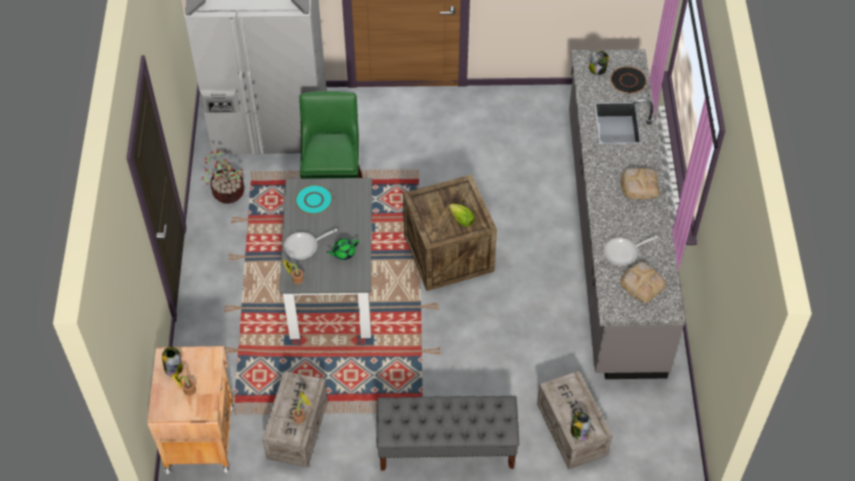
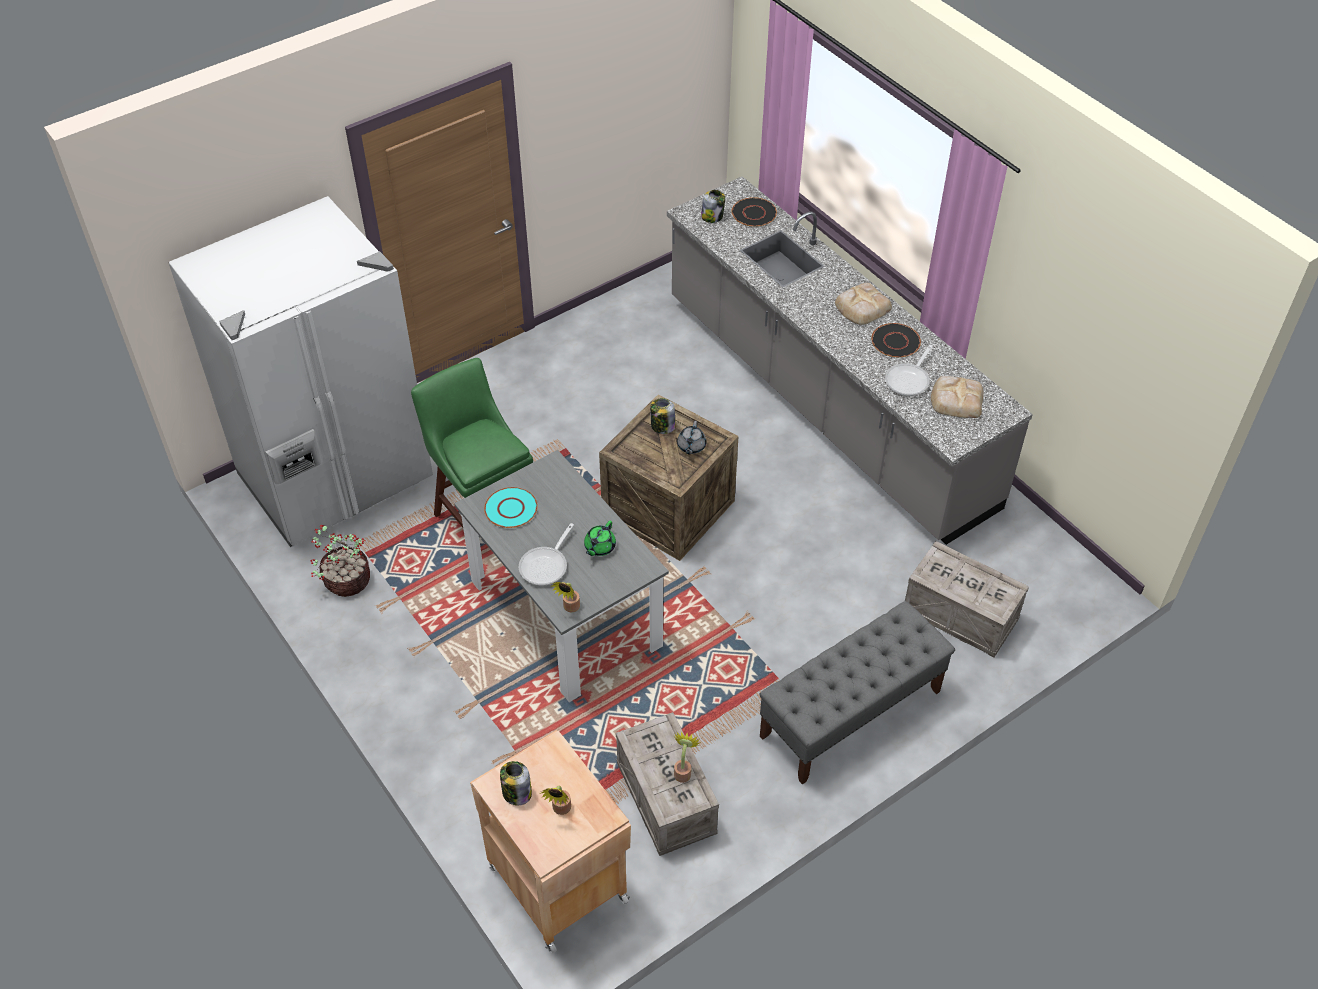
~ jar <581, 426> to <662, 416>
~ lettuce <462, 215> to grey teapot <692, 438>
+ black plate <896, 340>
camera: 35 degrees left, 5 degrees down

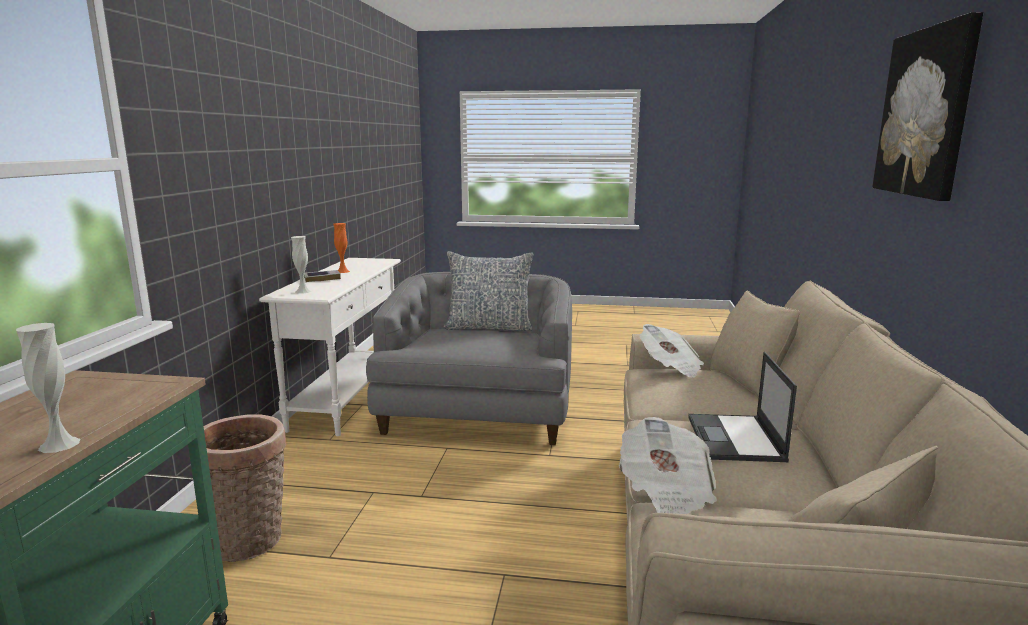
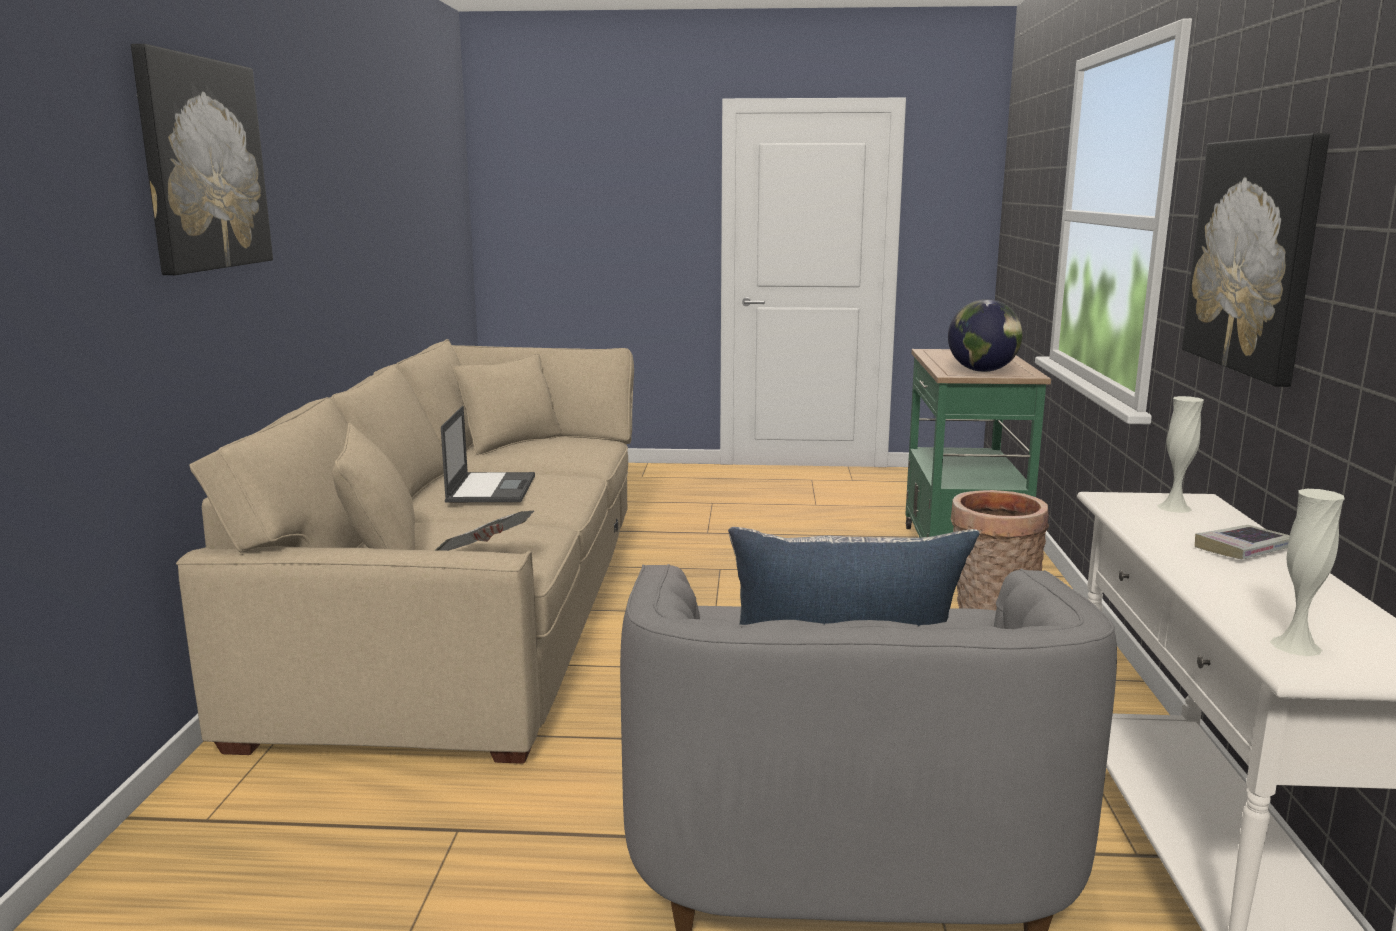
+ globe <985, 335>
+ picture <1256, 260>
~ white vase <48, 388> to <1307, 572>
- orange vase <341, 248>
- newspaper <668, 465>
camera: 175 degrees right, 0 degrees up

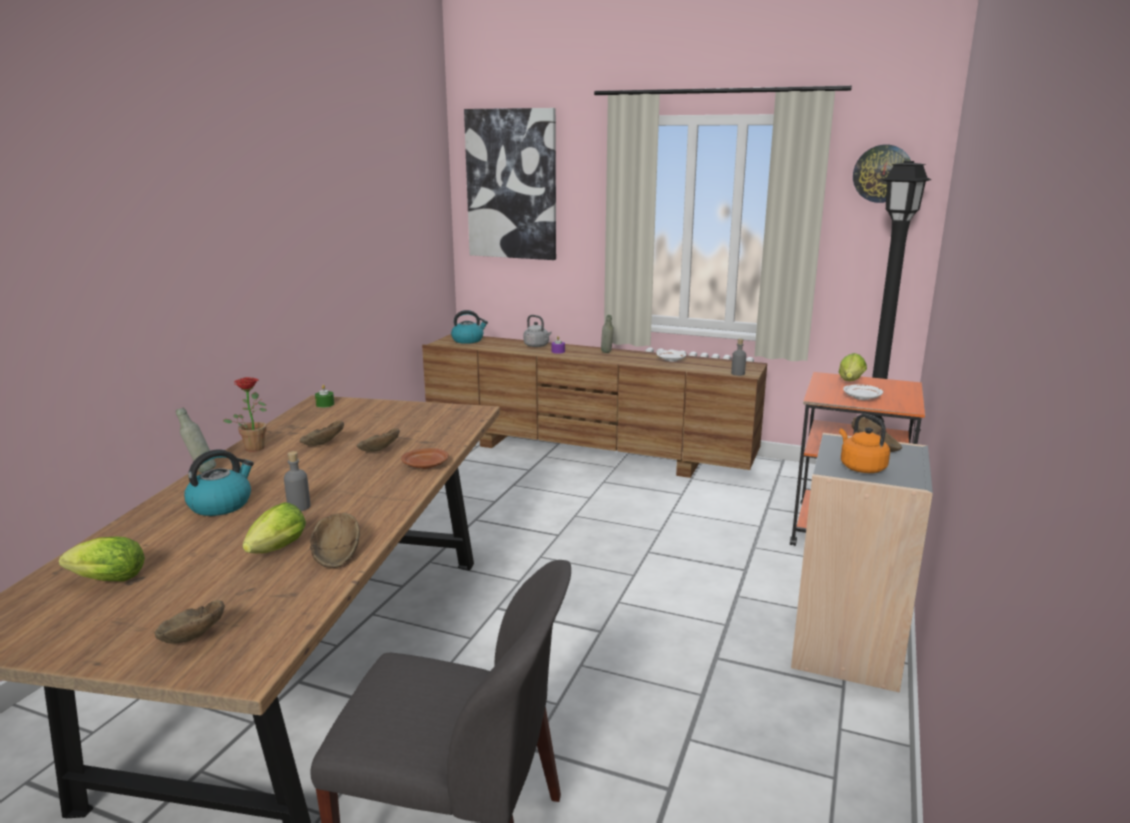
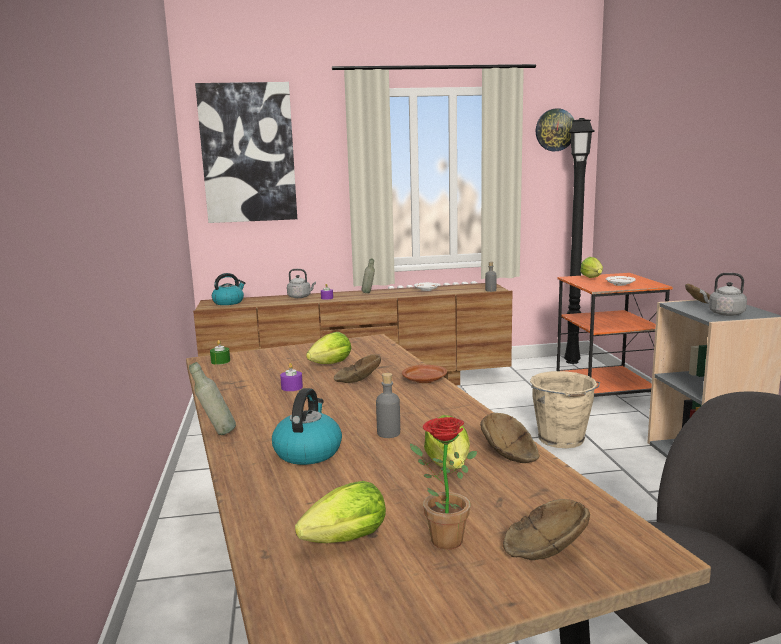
~ brown bowl <321, 433> to purple candle <291, 377>
+ lettuce <328, 348>
~ potted plant <245, 414> to <443, 483>
+ beige bucket <565, 409>
~ orange kettle <864, 443> to grey kettle <723, 294>
camera: 30 degrees left, 5 degrees down

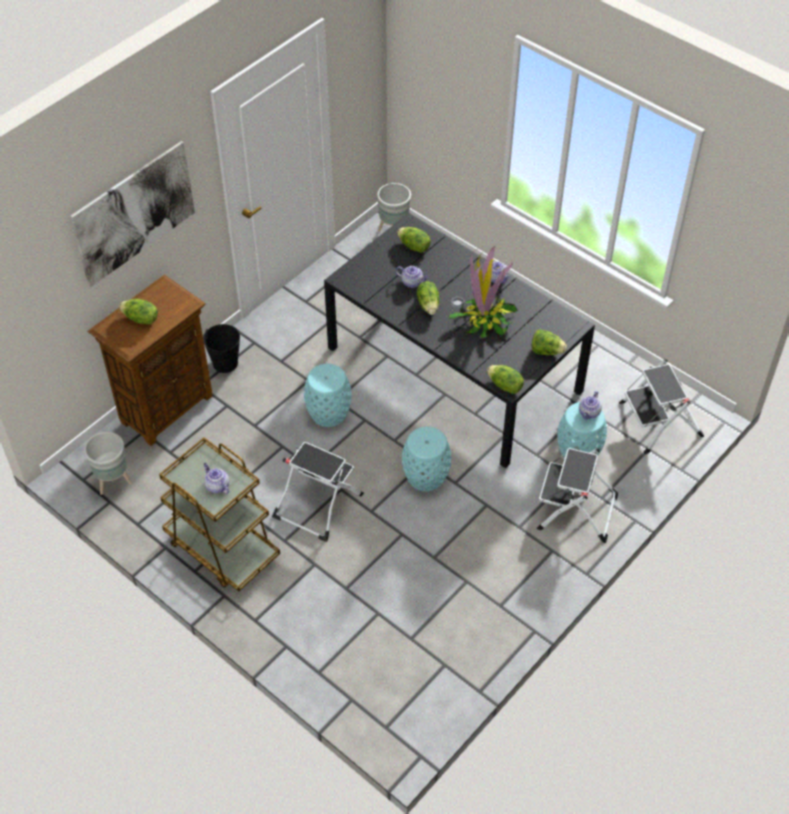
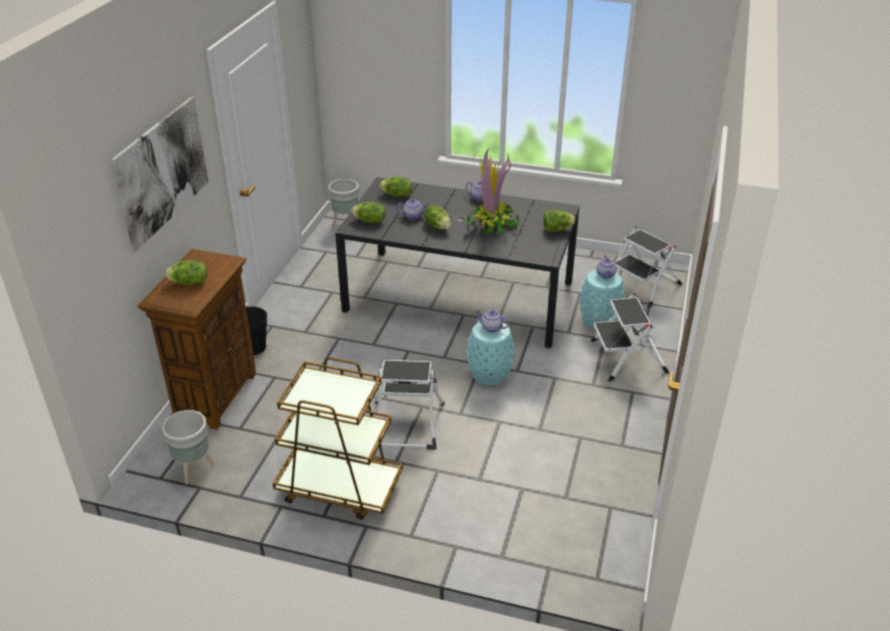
~ lettuce <505, 379> to <368, 212>
~ teapot <216, 478> to <492, 321>
- turquoise stool <328, 395>
camera: 25 degrees left, 15 degrees down

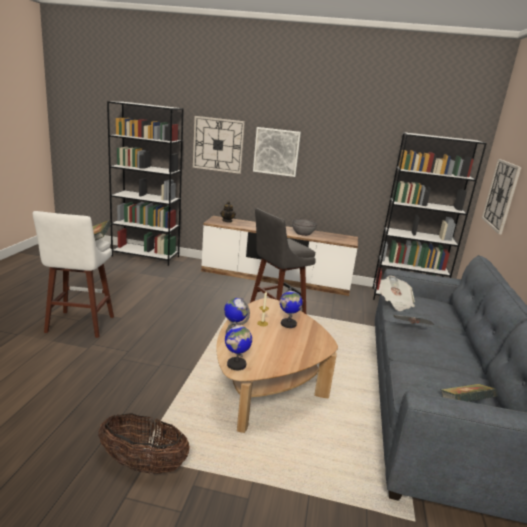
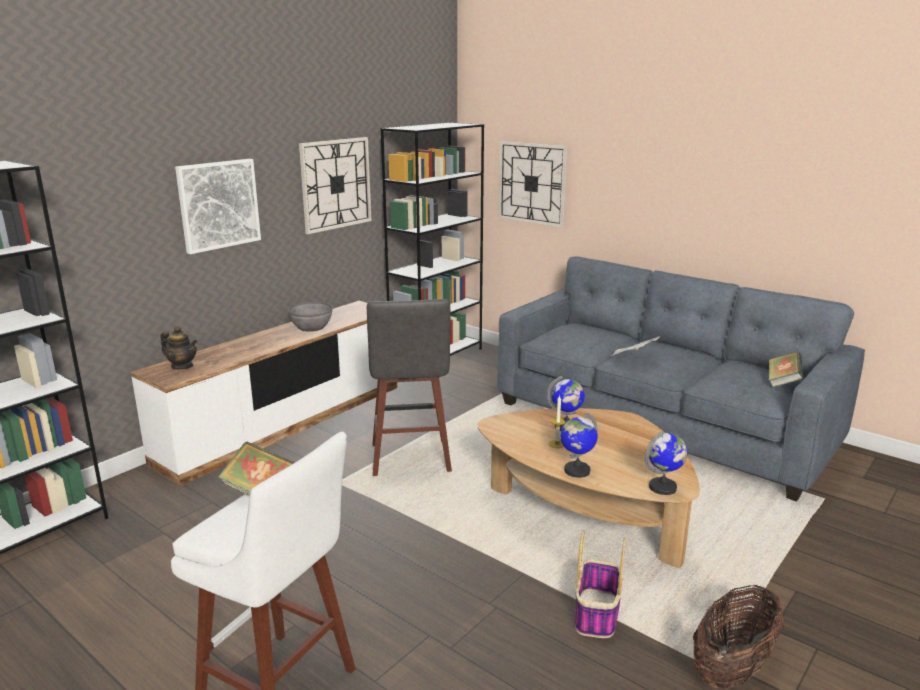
~ wall clock <219, 145> to <335, 185>
+ basket <600, 584>
- newspaper <397, 293>
camera: 60 degrees left, 0 degrees up

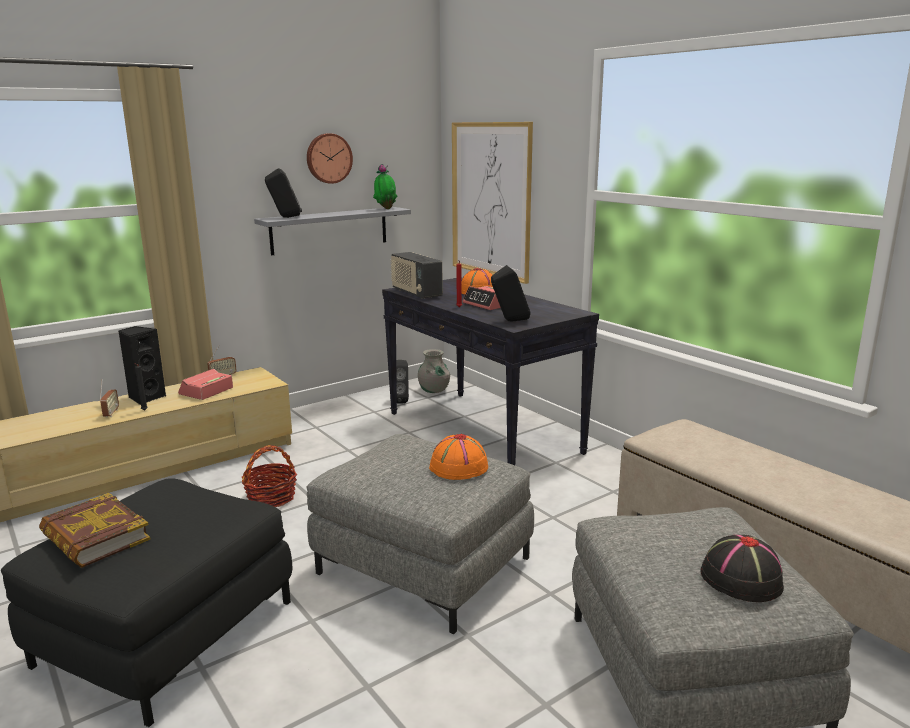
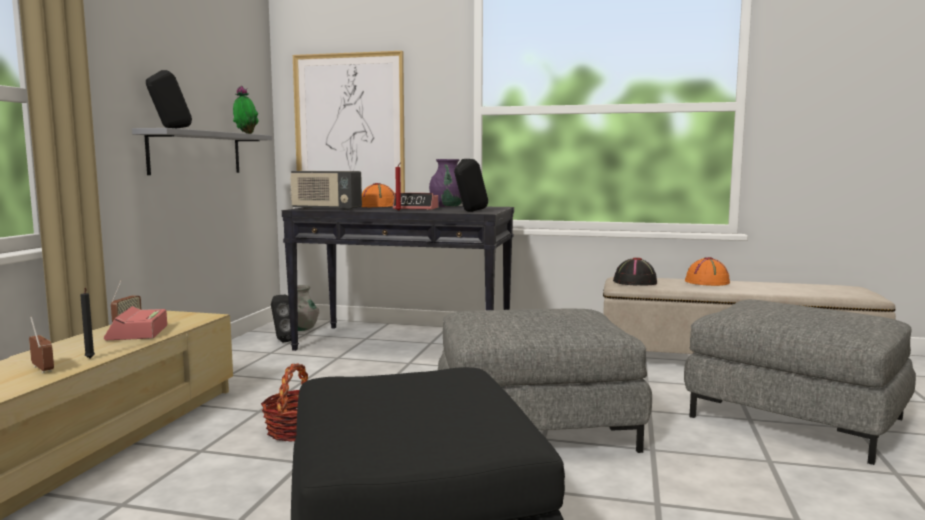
+ purple vase <445, 183>
~ black hat <742, 568> to <635, 272>
~ orange hat <458, 457> to <707, 271>
- book <94, 530>
- black speaker <142, 365>
- wall clock <330, 158>
camera: 40 degrees left, 10 degrees down

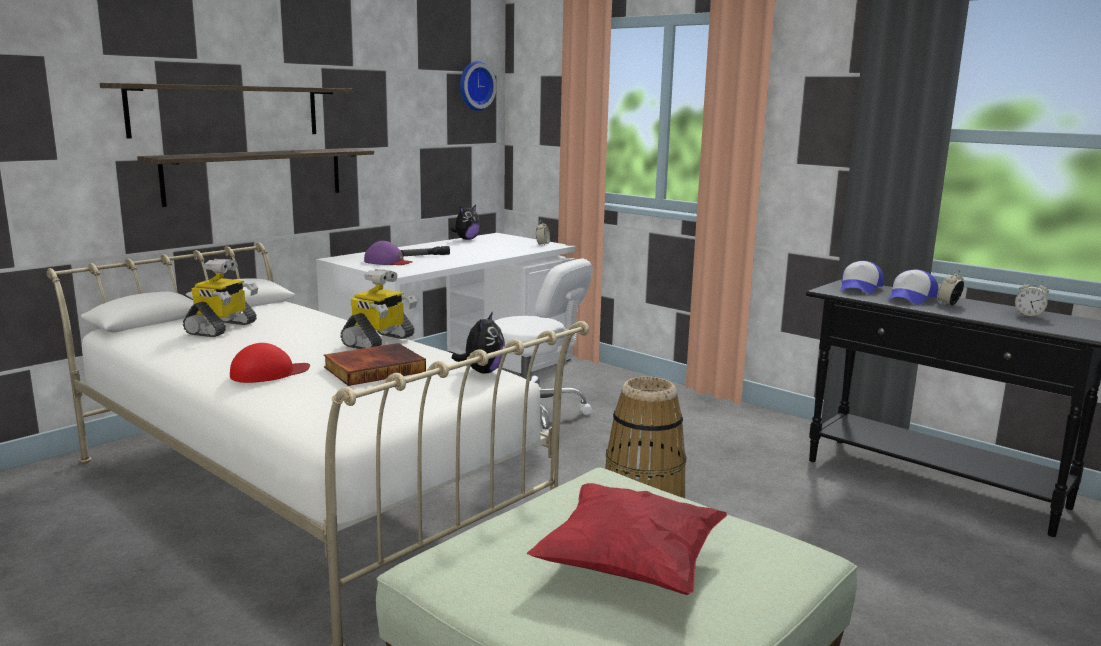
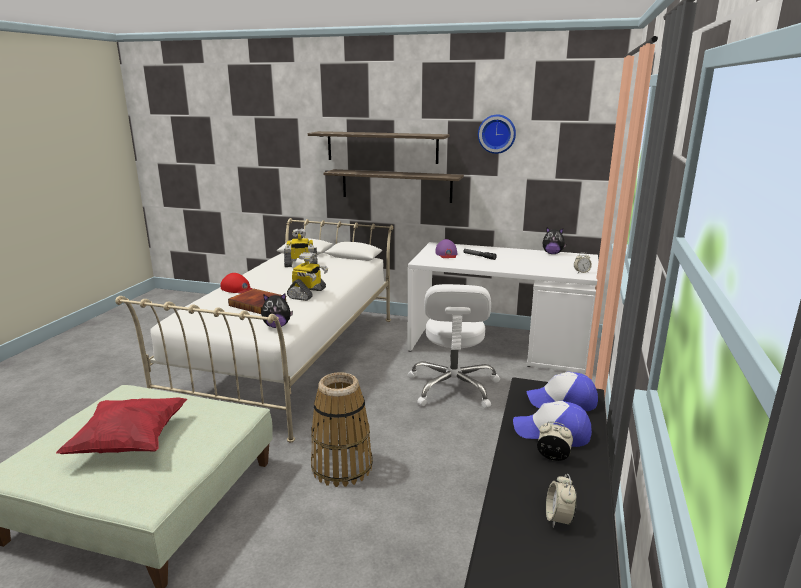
~ toy robot <378, 309> = <307, 276> 75 degrees counterclockwise
~ wall clock <478, 86> to <497, 134>
camera: 65 degrees right, 5 degrees up

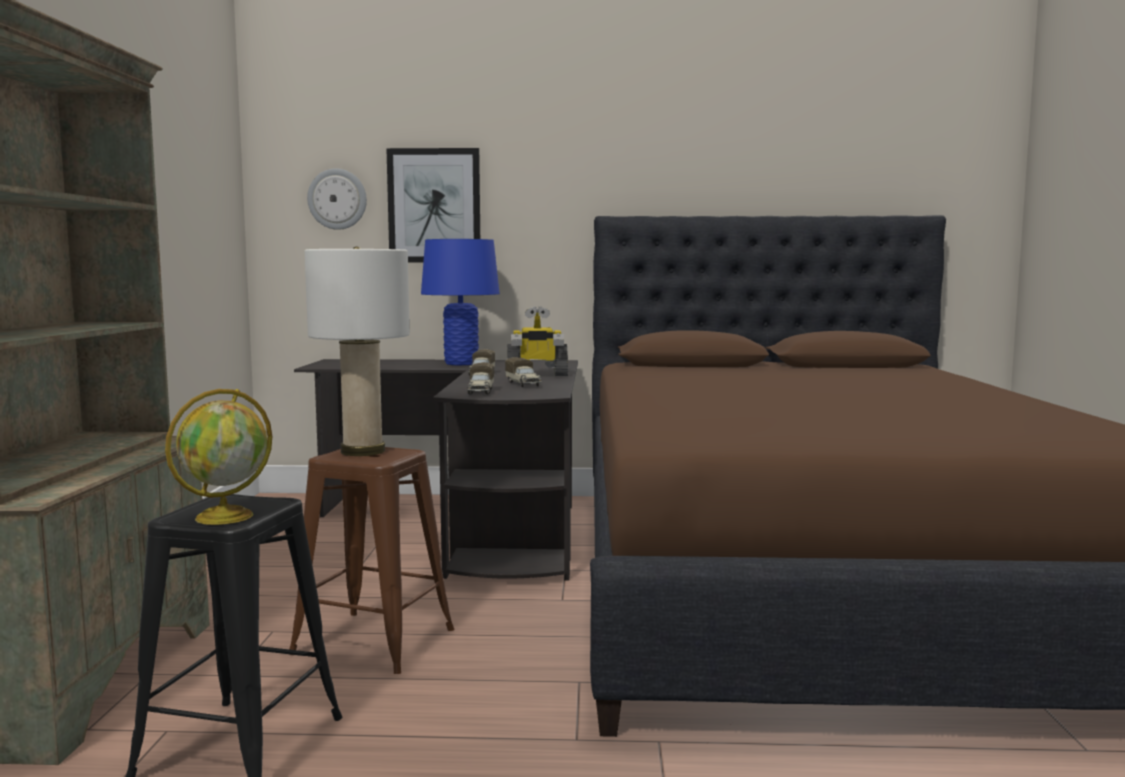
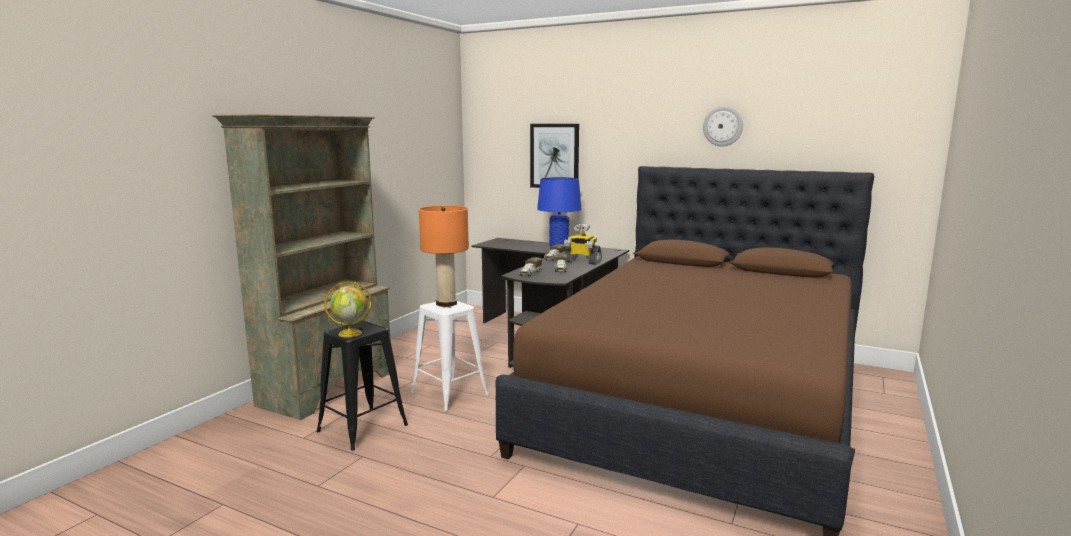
~ brown stool <371, 560> to white stool <450, 356>
~ white table lamp <357, 351> to orange table lamp <444, 256>
~ wall clock <337, 199> to <723, 126>
camera: 25 degrees right, 5 degrees up

